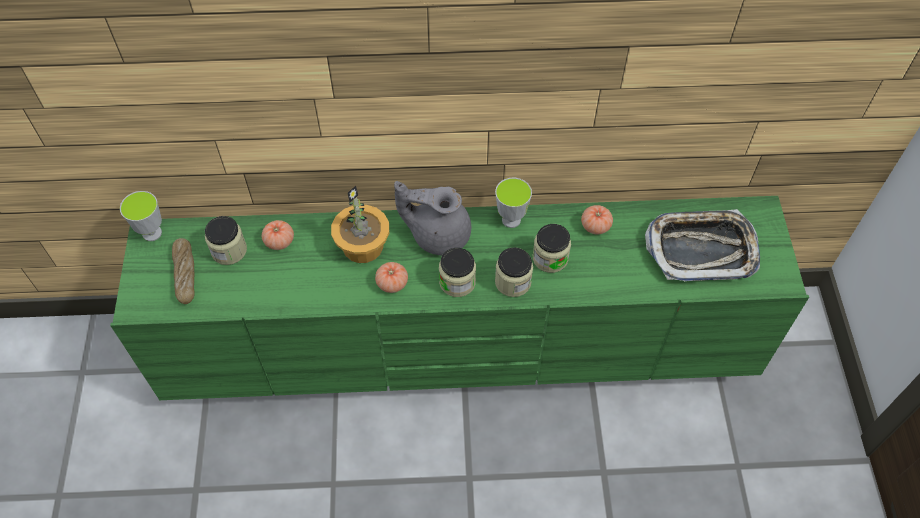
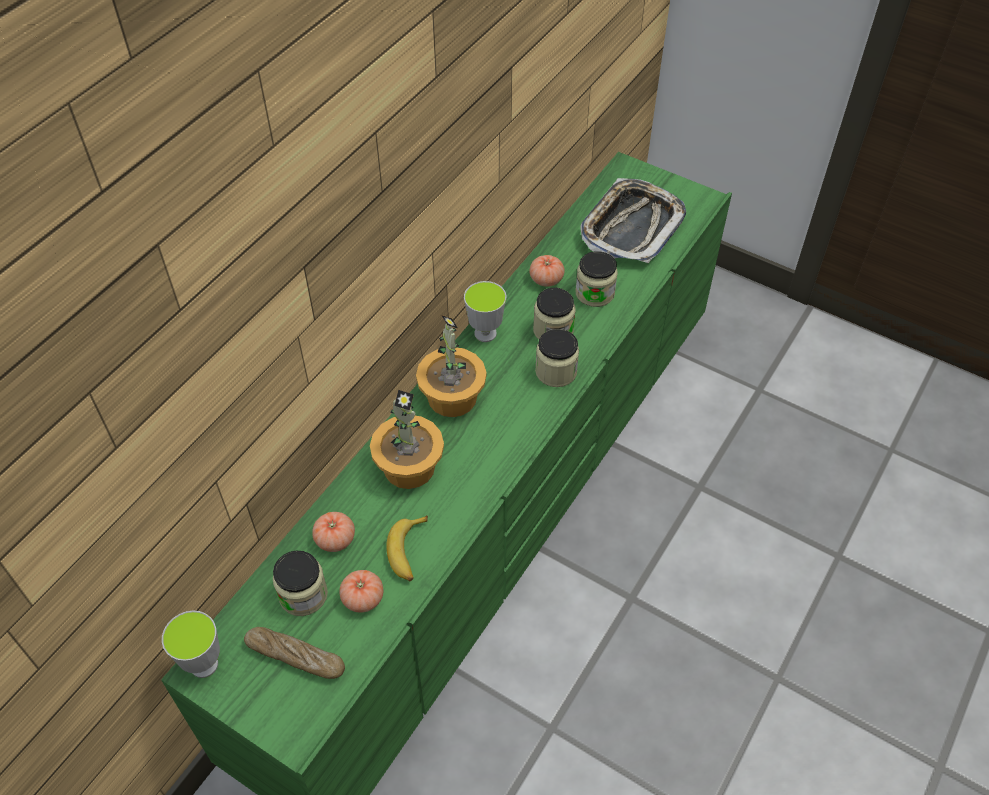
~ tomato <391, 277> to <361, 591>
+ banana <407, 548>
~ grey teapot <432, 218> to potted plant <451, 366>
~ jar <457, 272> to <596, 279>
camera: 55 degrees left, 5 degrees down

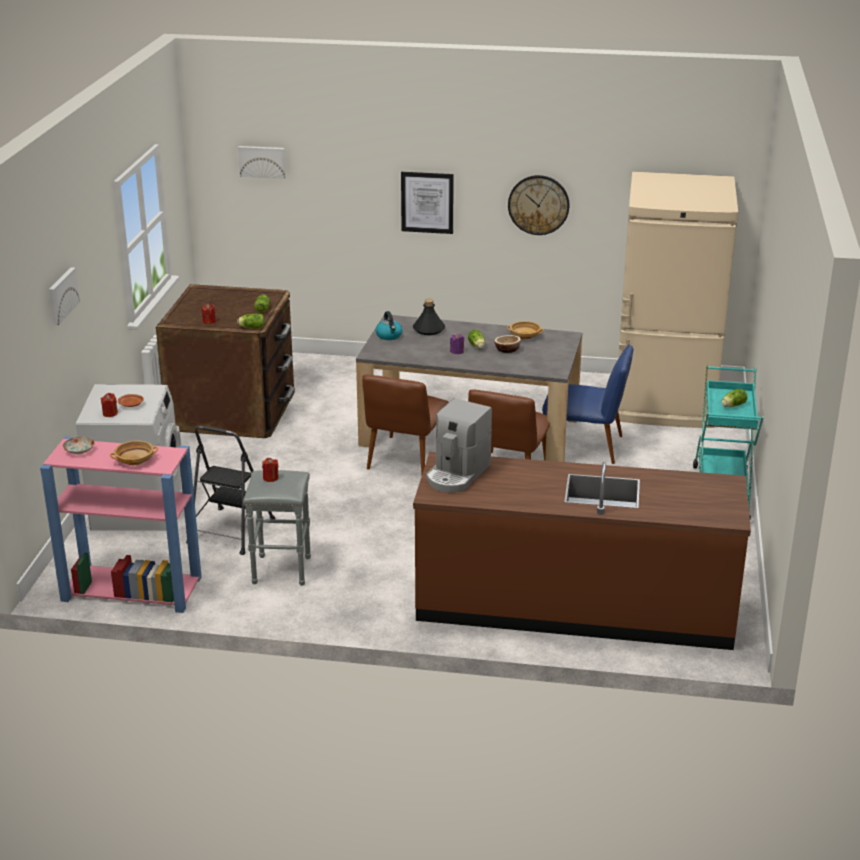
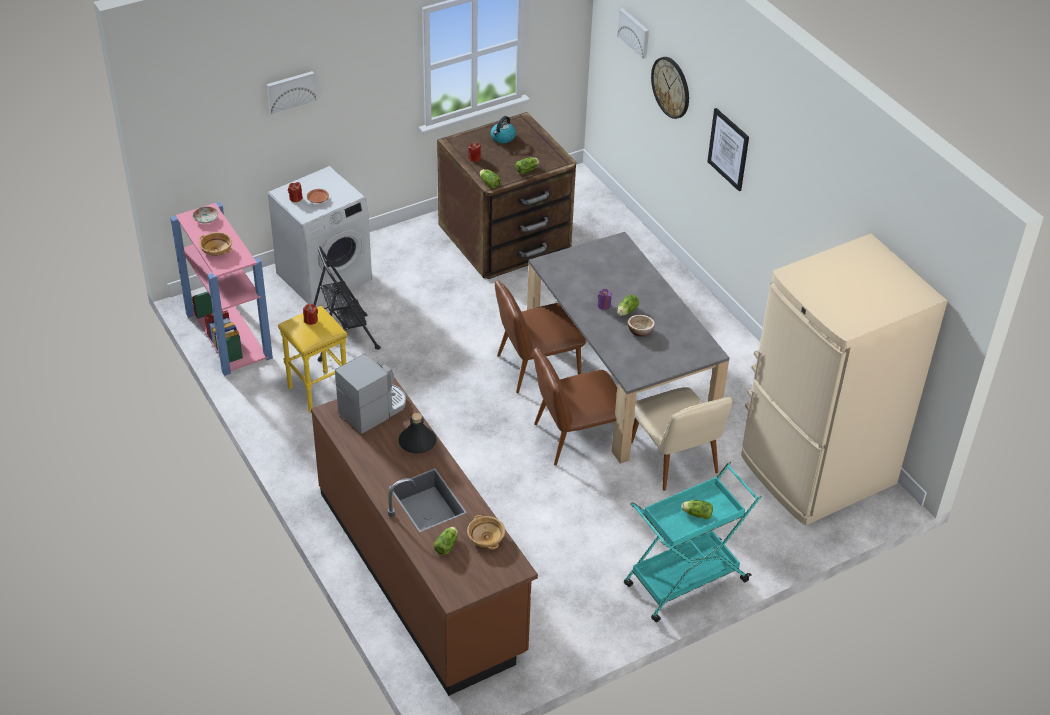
~ grey stool <277, 528> to yellow stool <312, 359>
~ coffee machine <459, 445> = <370, 394> 150 degrees clockwise
~ black bottle <429, 317> to <417, 433>
+ lettuce <446, 541>
~ beige bowl <525, 330> to <486, 532>
~ kettle <389, 325> to <503, 129>
~ blue chair <587, 404> to beige chair <681, 439>
~ wall clock <539, 205> to <670, 88>
camera: 50 degrees right, 15 degrees up

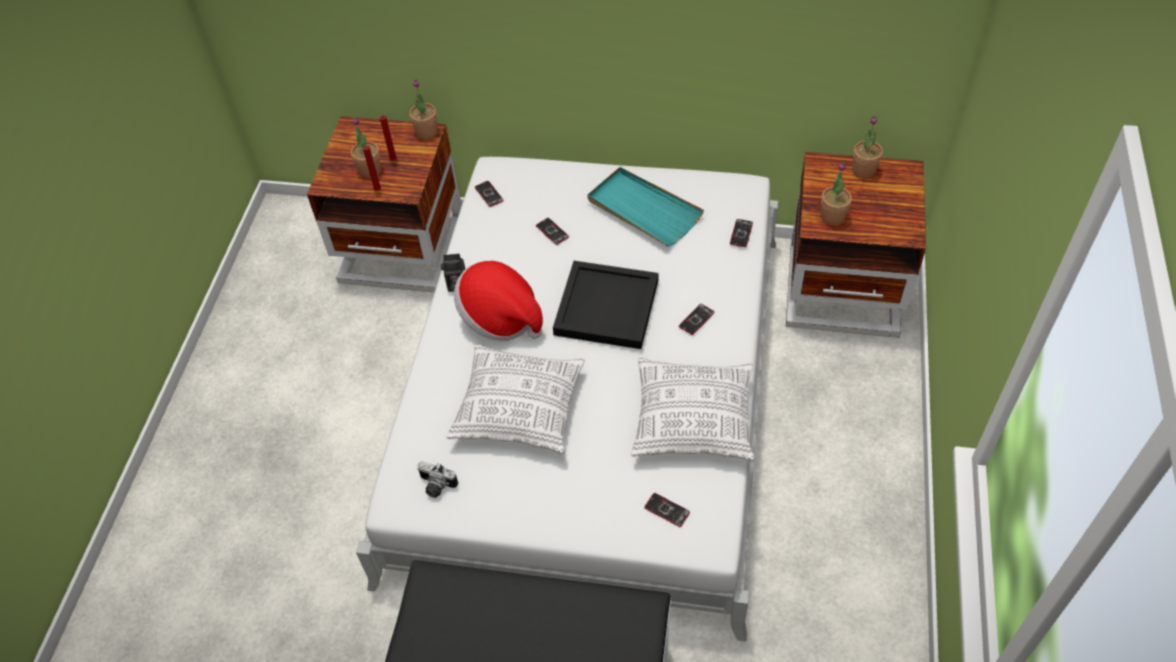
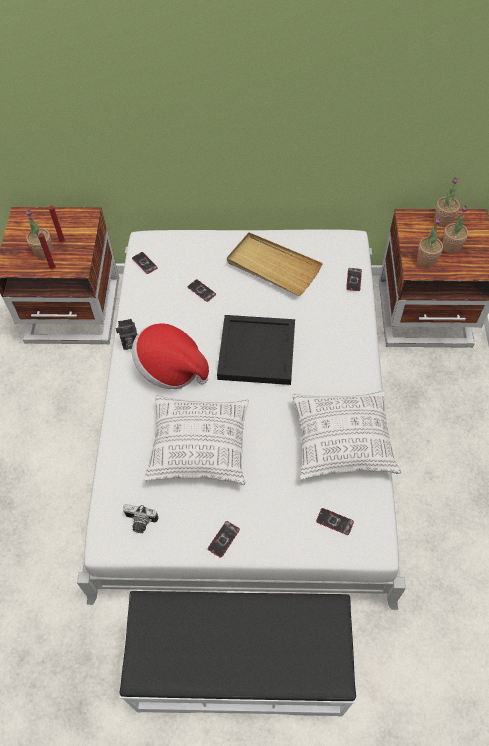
~ phone <696, 319> to <224, 539>
~ turquoise tray <646, 207> to beige tray <275, 264>
~ potted plant <423, 109> to <455, 229>
camera: 10 degrees left, 5 degrees up

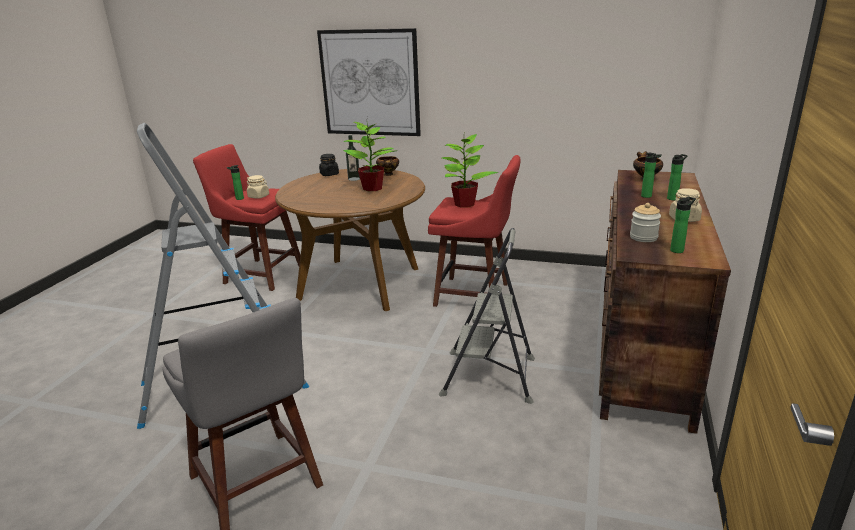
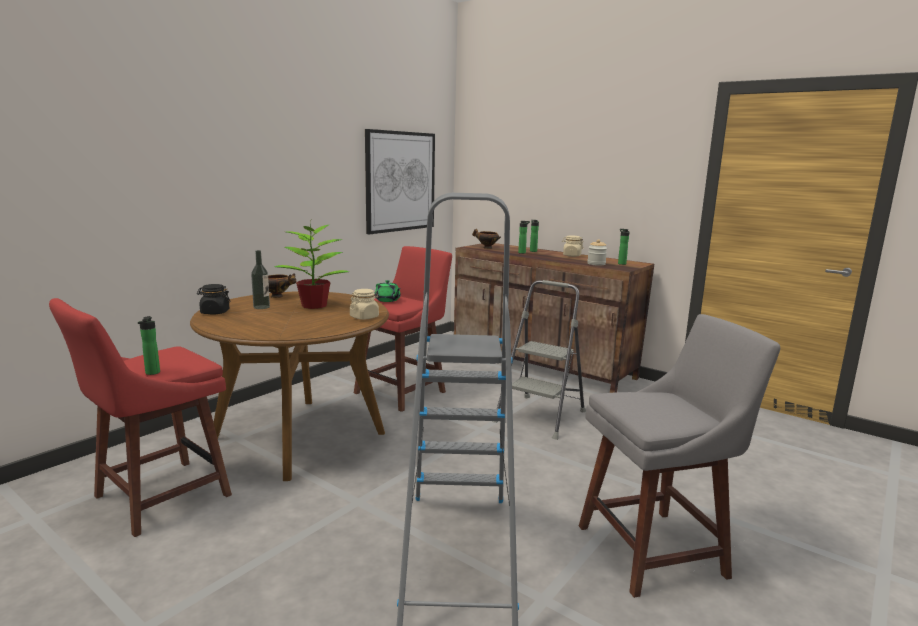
~ beige jar <258, 187> to <364, 304>
~ picture <369, 82> to <400, 181>
~ potted plant <470, 170> to green teapot <388, 291>
camera: 70 degrees left, 10 degrees down

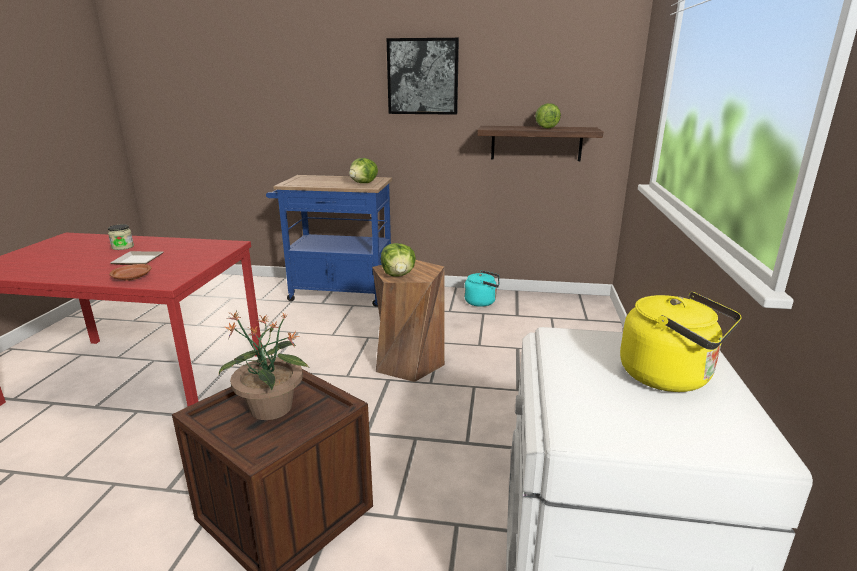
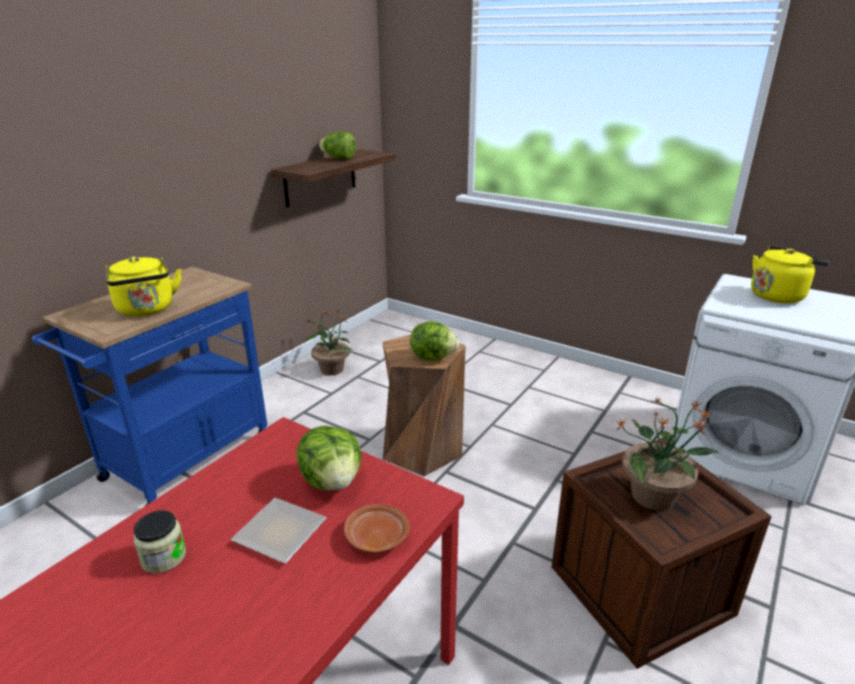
+ yellow kettle <143, 286>
~ lettuce <363, 170> to <329, 458>
~ turquoise kettle <481, 288> to potted plant <328, 342>
- picture <423, 76>
camera: 65 degrees left, 5 degrees up

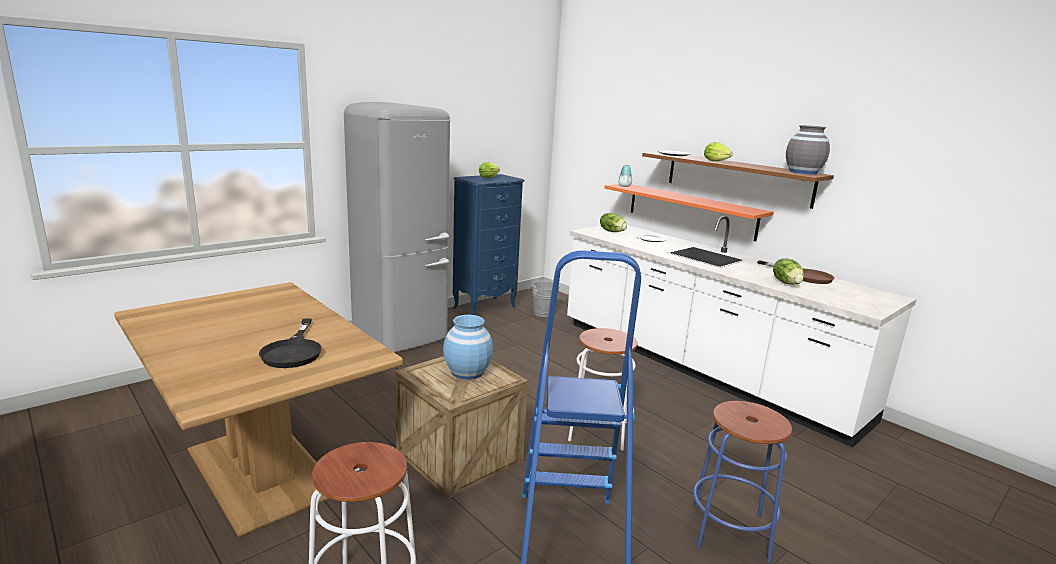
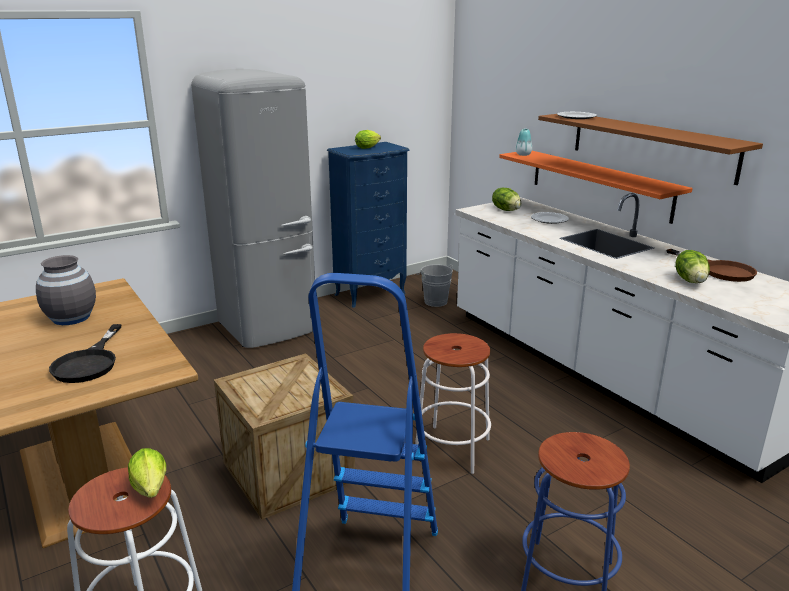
~ grey vase <808, 149> to <66, 290>
~ lettuce <718, 151> to <147, 473>
- blue vase <468, 347>
camera: 10 degrees right, 5 degrees up

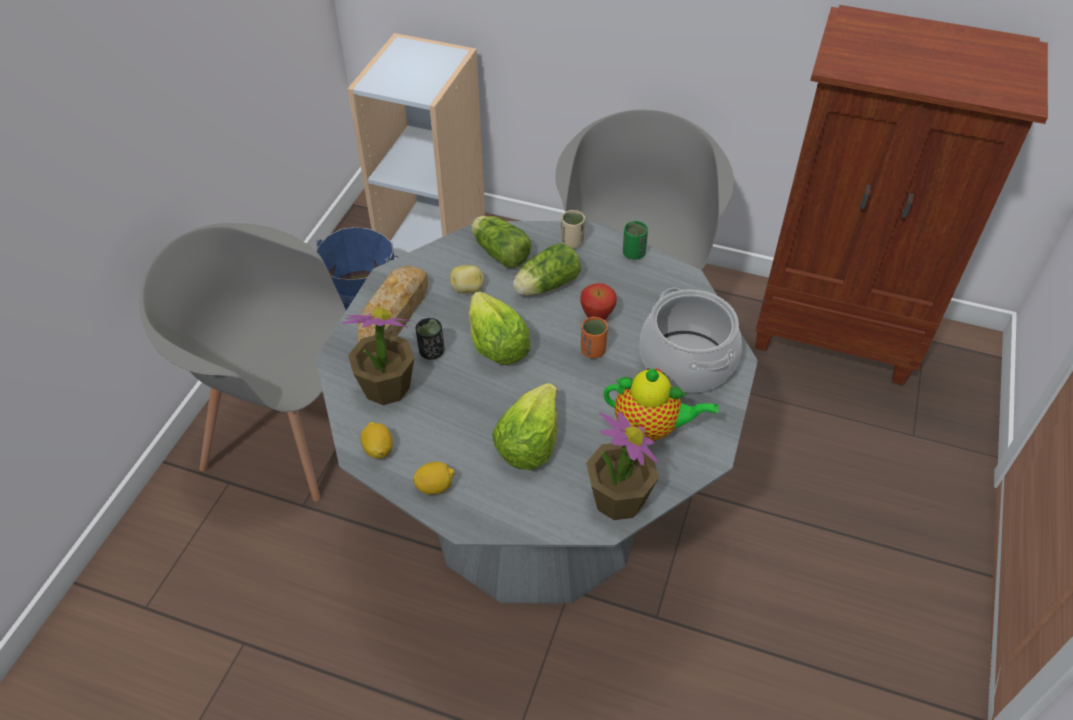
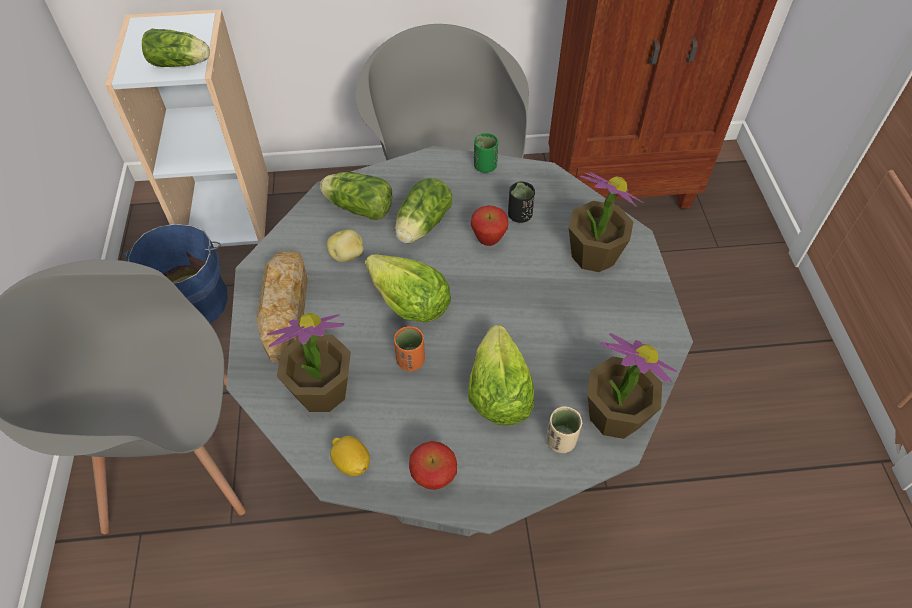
+ lettuce <176, 48>
~ orange cup <594, 337> to <409, 348>
~ lemon <434, 478> to apple <433, 465>
~ black cup <430, 339> to <521, 202>
~ beige cup <573, 229> to <564, 430>
~ cooking pot <690, 340> to potted plant <606, 222>
- teapot <661, 404>
camera: 25 degrees left, 5 degrees up

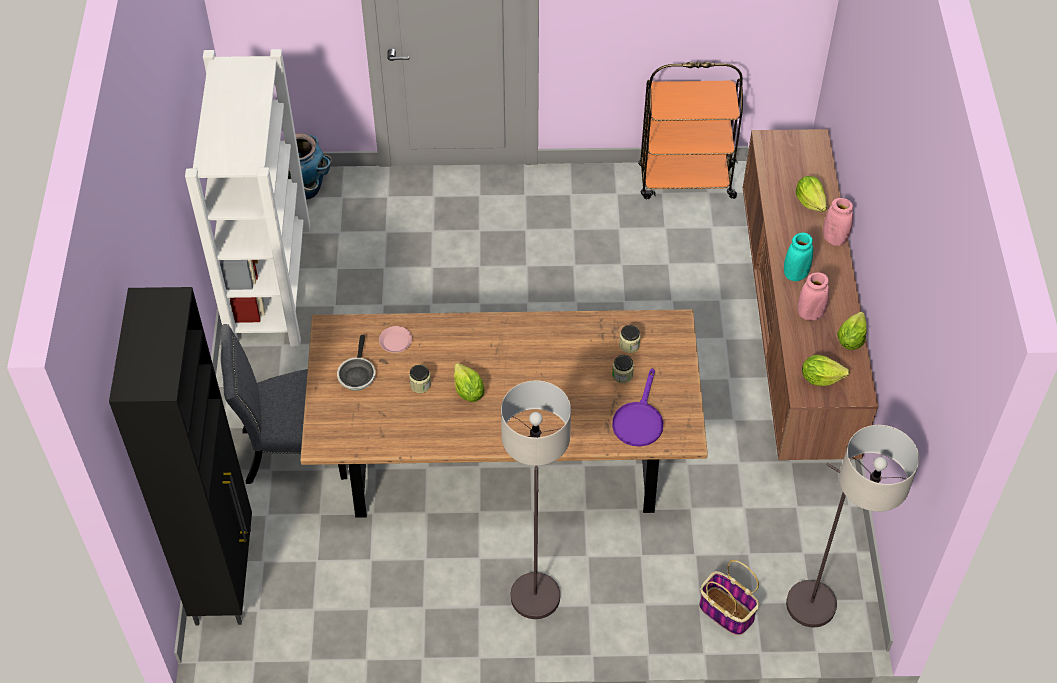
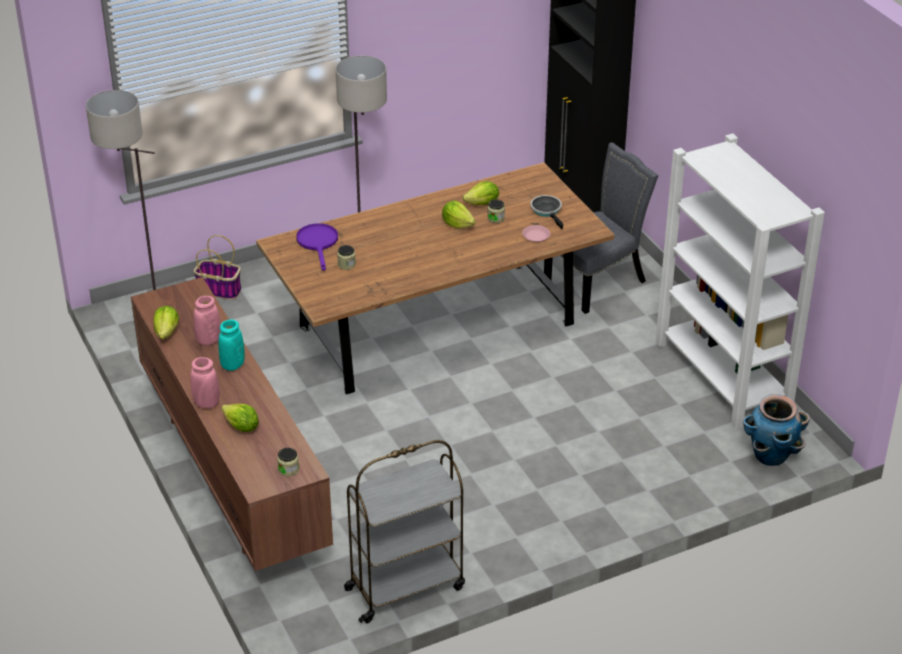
~ jar <630, 339> to <288, 462>
~ orange cart <690, 130> to grey cart <404, 532>
~ lettuce <826, 370> to <481, 193>
camera: 155 degrees right, 15 degrees down

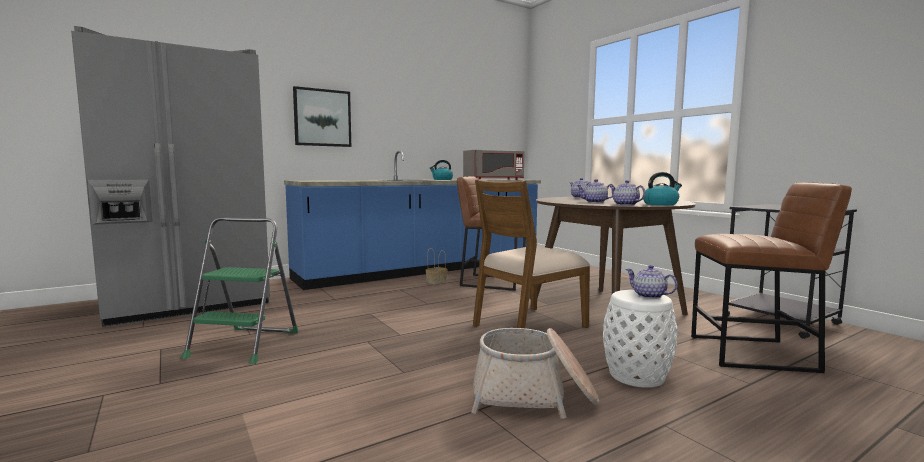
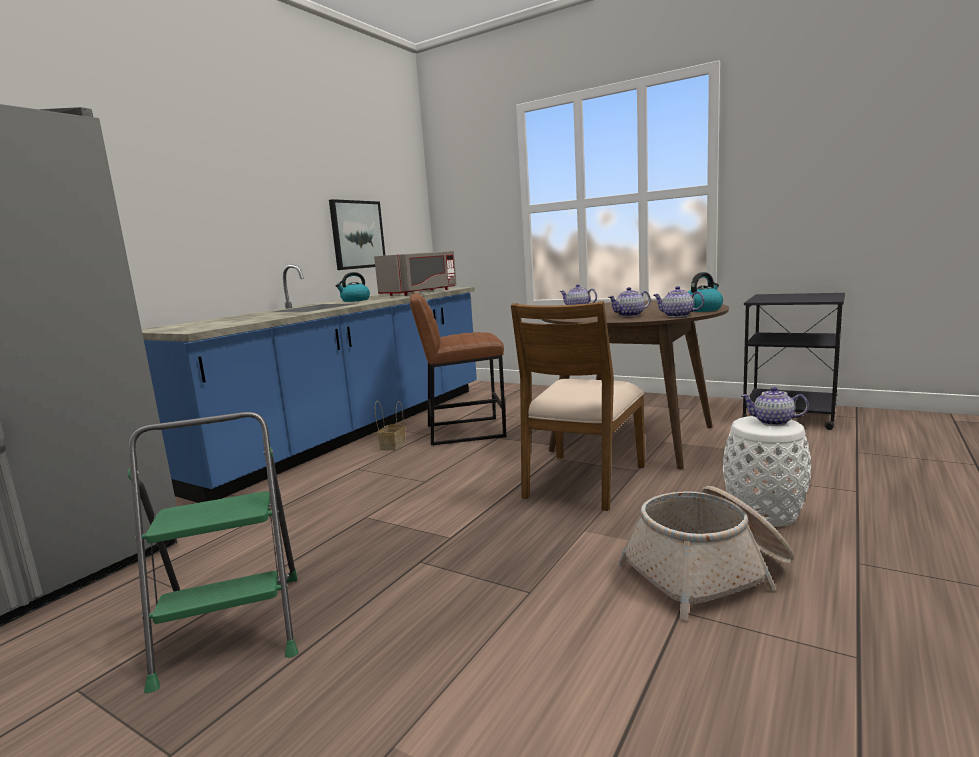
~ picture <322, 116> to <357, 234>
- brown chair <771, 277>
camera: 25 degrees left, 5 degrees up

